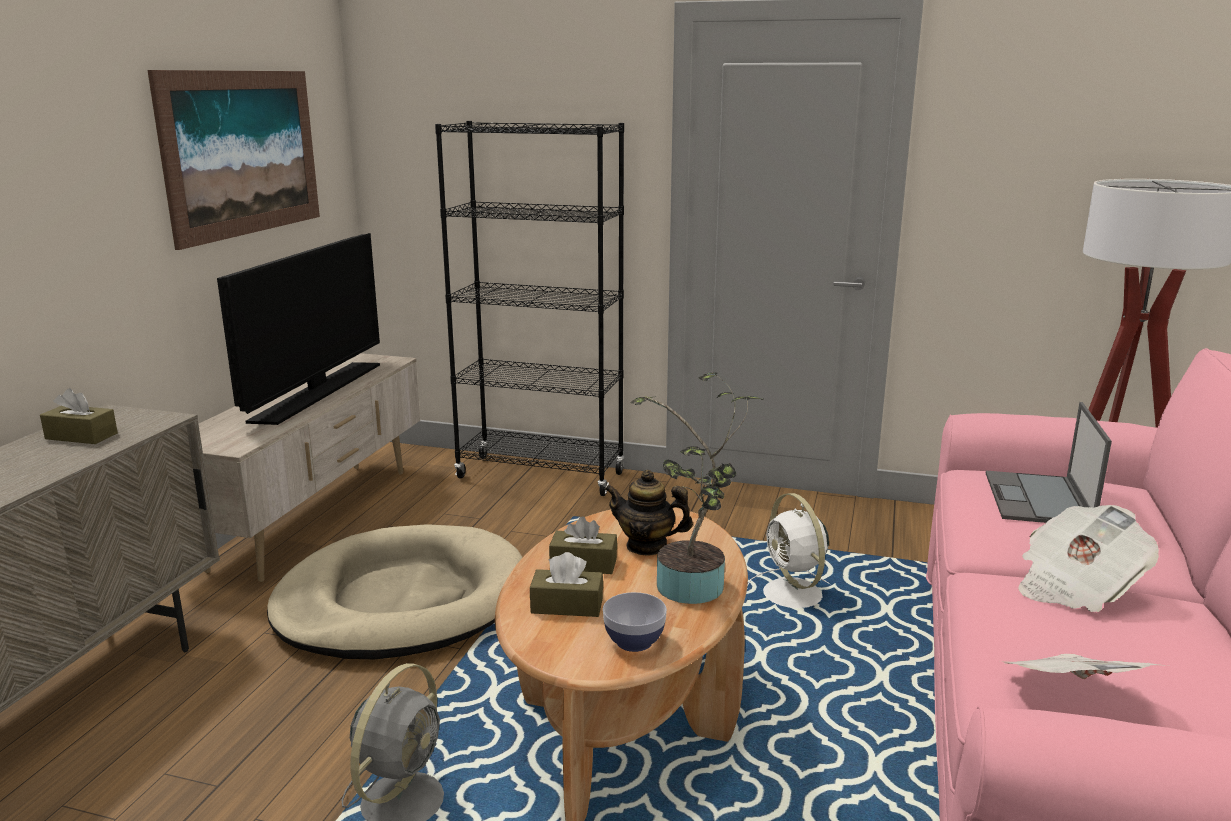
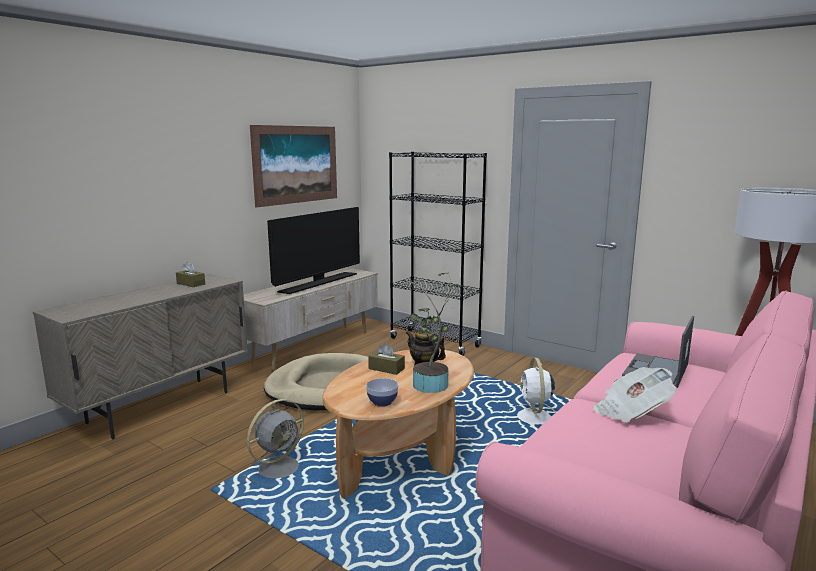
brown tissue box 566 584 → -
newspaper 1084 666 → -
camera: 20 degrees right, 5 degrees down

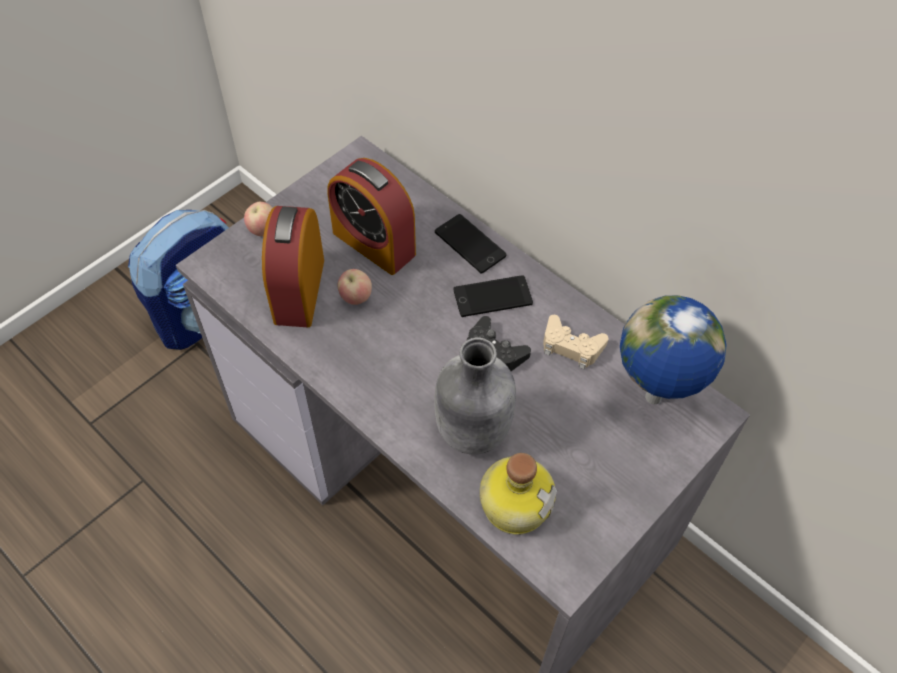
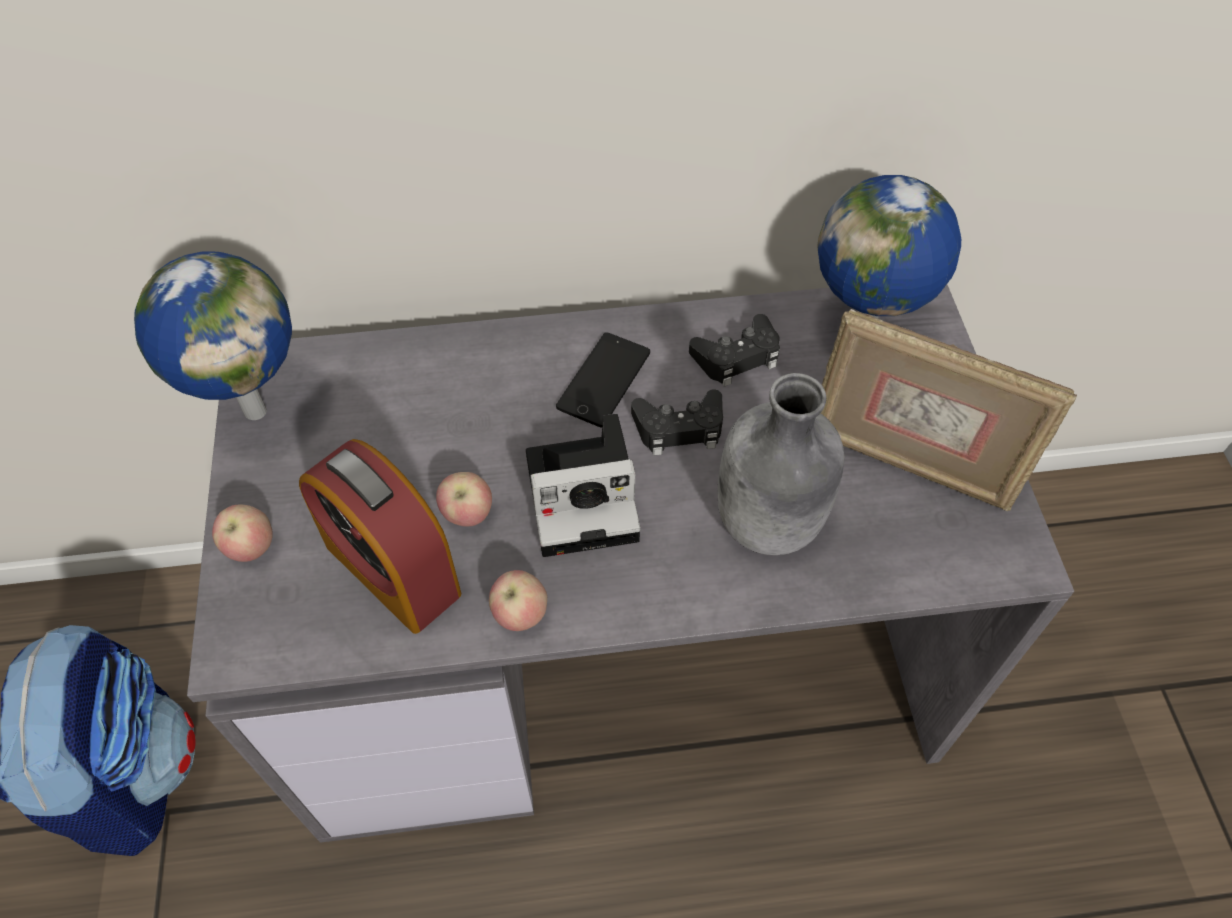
alarm clock 371 216 → -
phone 471 243 → -
bottle 518 494 → -
- → globe 213 336
- → apple 518 600
- → photo camera 583 485
- → picture frame 949 410
beige game controller 576 342 → black game controller 734 350
camera: 50 degrees left, 0 degrees up

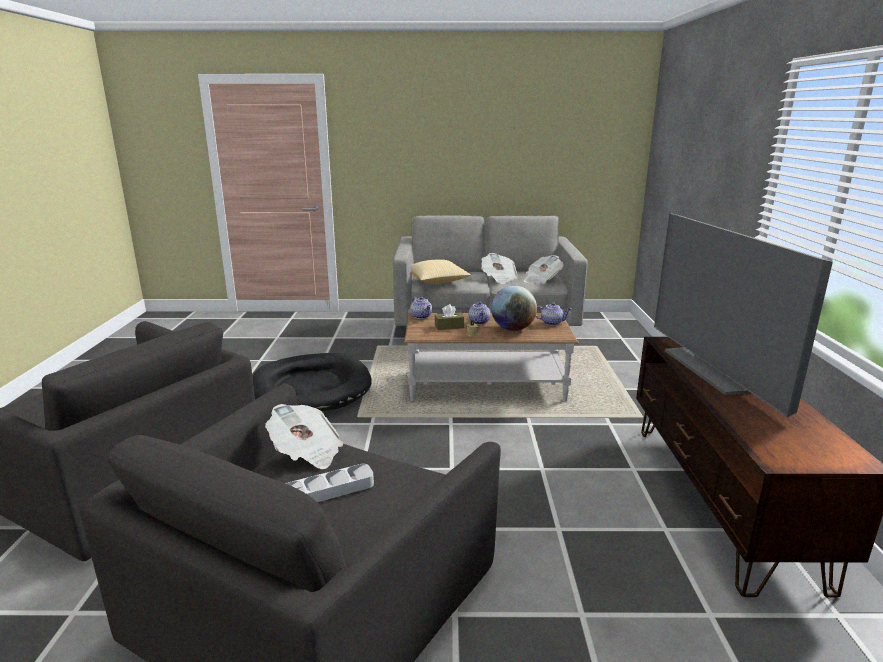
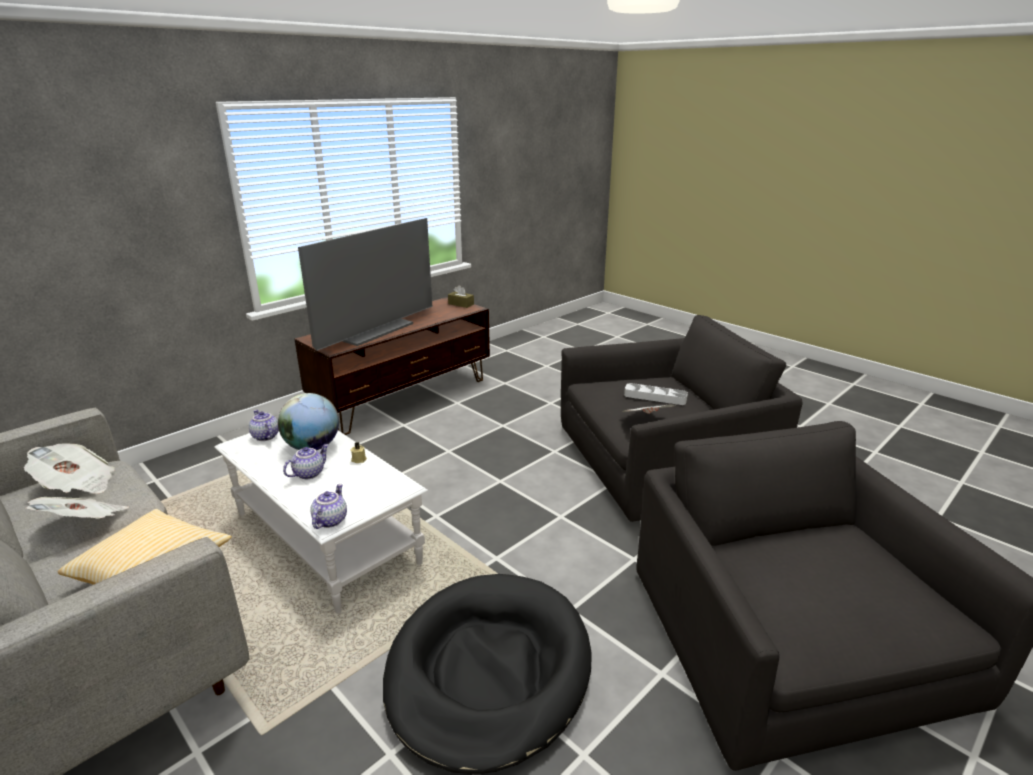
brown tissue box 449 317 → brown tissue box 461 296, shifted
brown coffee table 491 357 → white coffee table 321 522
camera: 135 degrees left, 5 degrees up

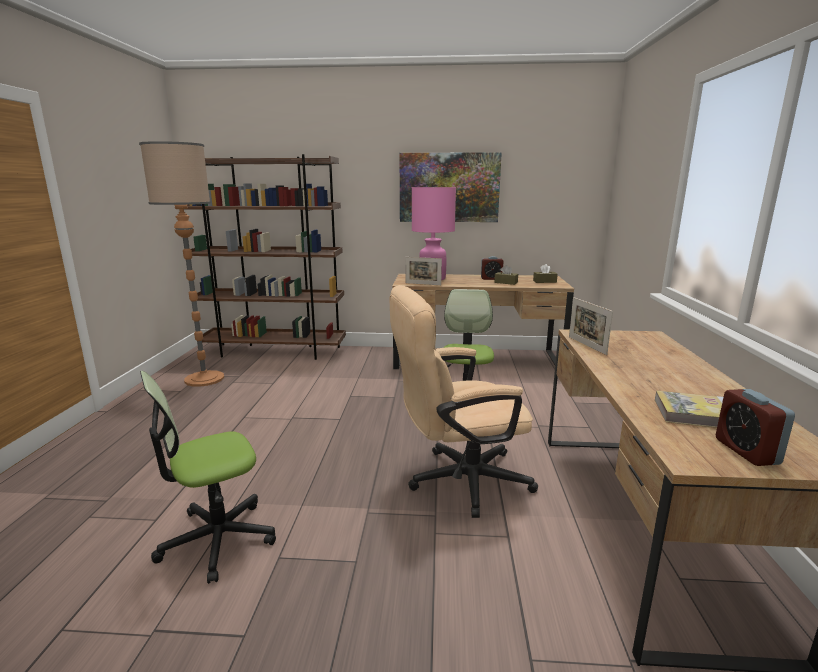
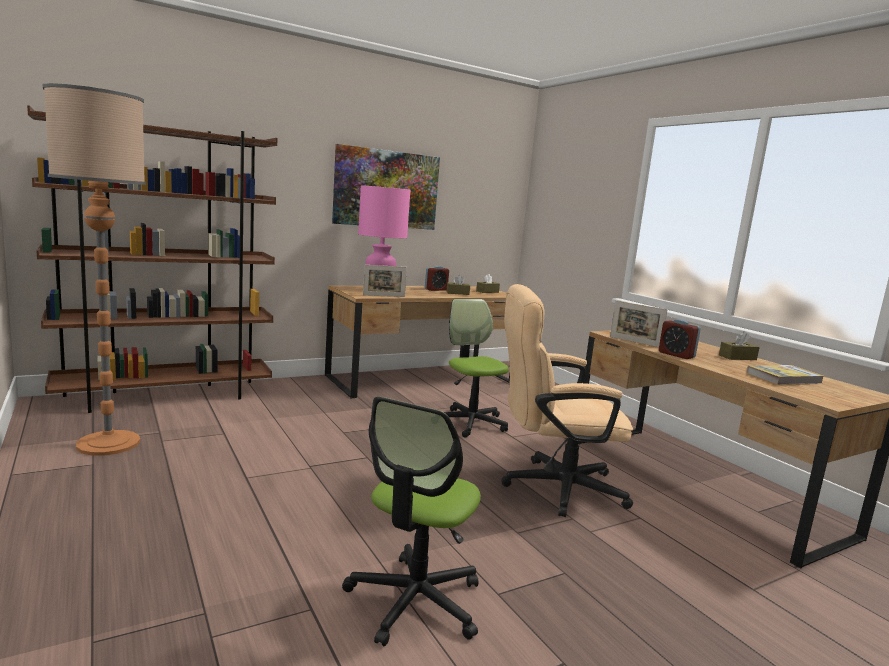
- → brown tissue box 739 345
alarm clock 755 427 → alarm clock 680 339, shifted
beige office chair 464 401 → beige office chair 567 400, 45 degrees clockwise
camera: 35 degrees left, 5 degrees down

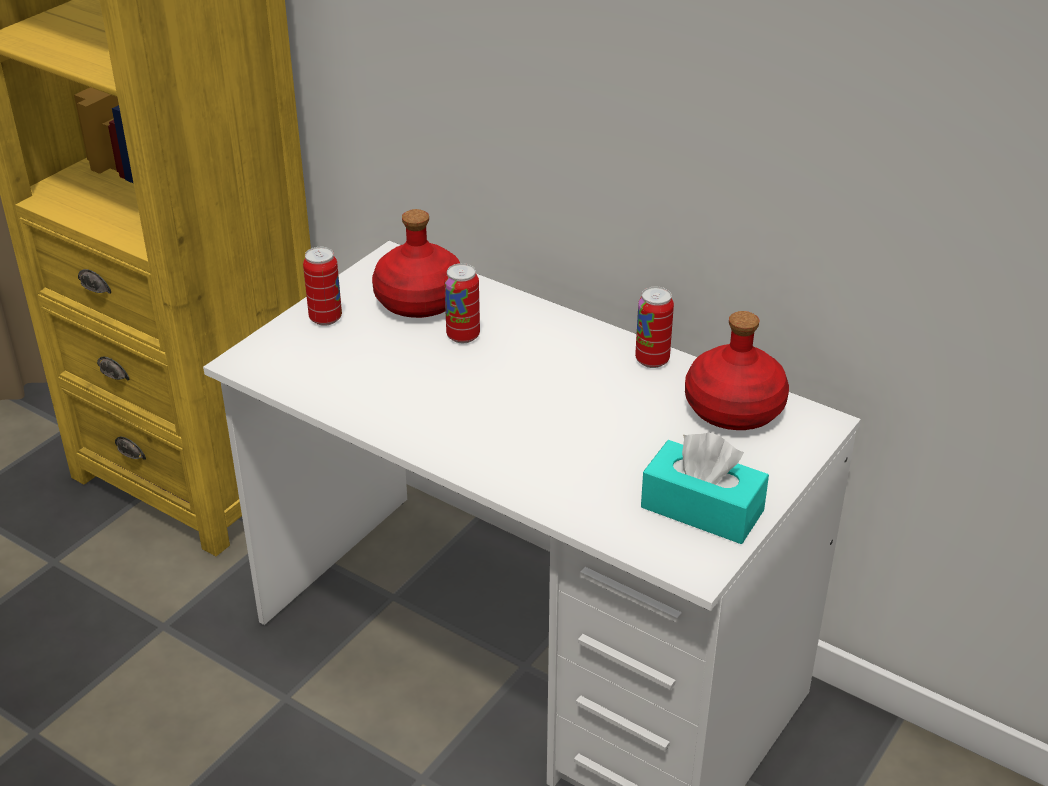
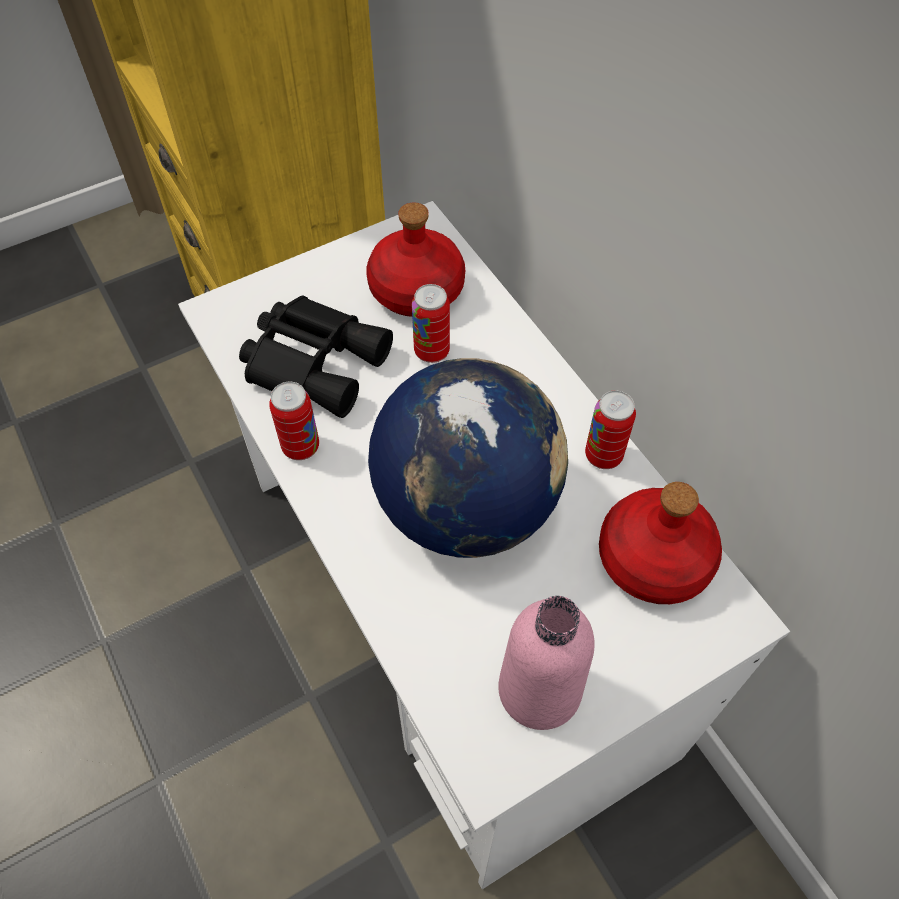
- → black binoculars 316 356
- → globe 468 458
can 322 286 → can 294 421, shifted
turquoise tissue box 705 488 → pink bottle 546 663
camera: 25 degrees right, 20 degrees up

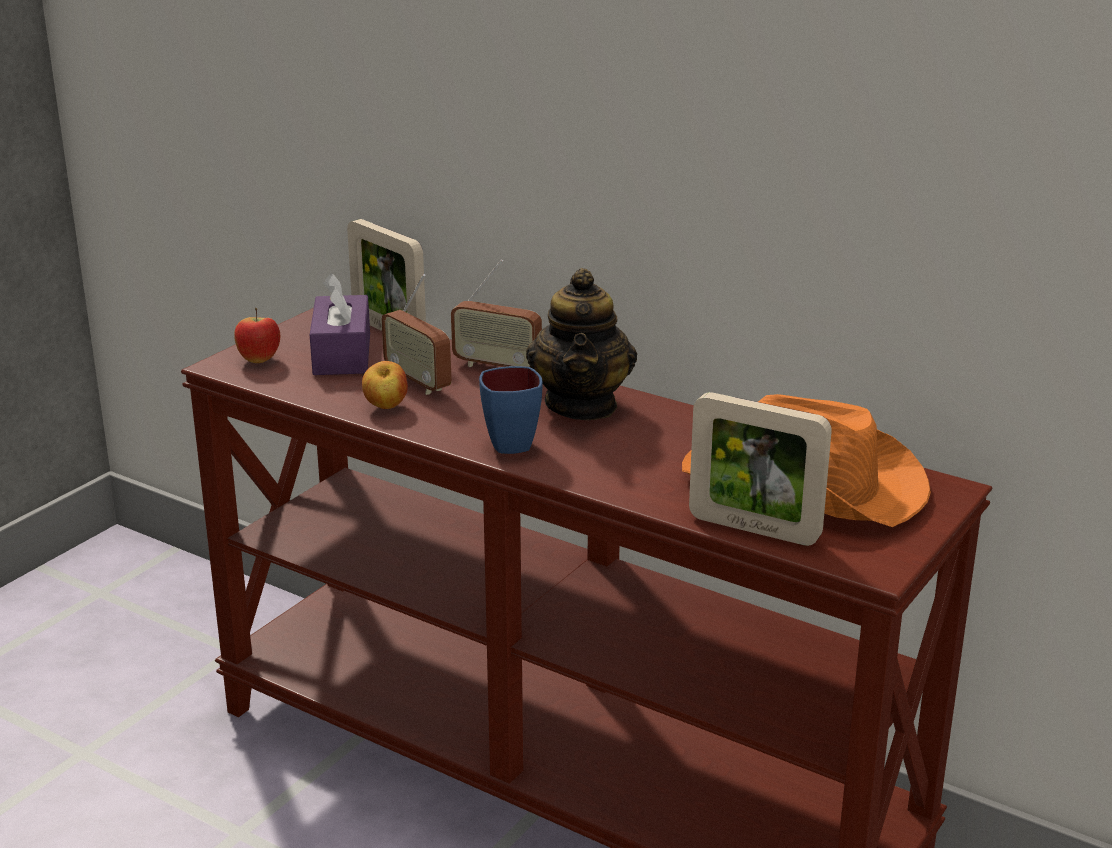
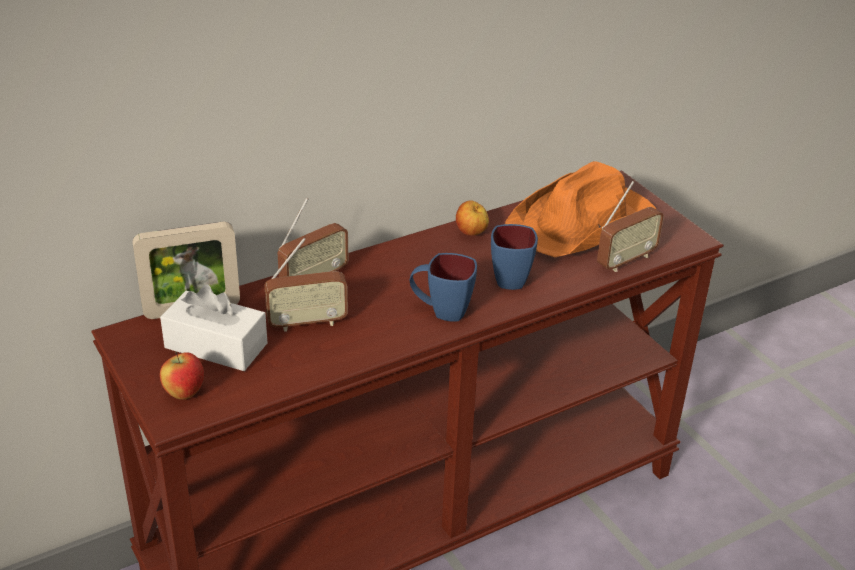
teapot 581 344 → -
- → blue mug 514 257
apple 385 385 → apple 472 218, shifted
picture frame 760 469 → radio 630 226
purple tissue box 340 324 → white tissue box 213 328
camera: 65 degrees left, 10 degrees up

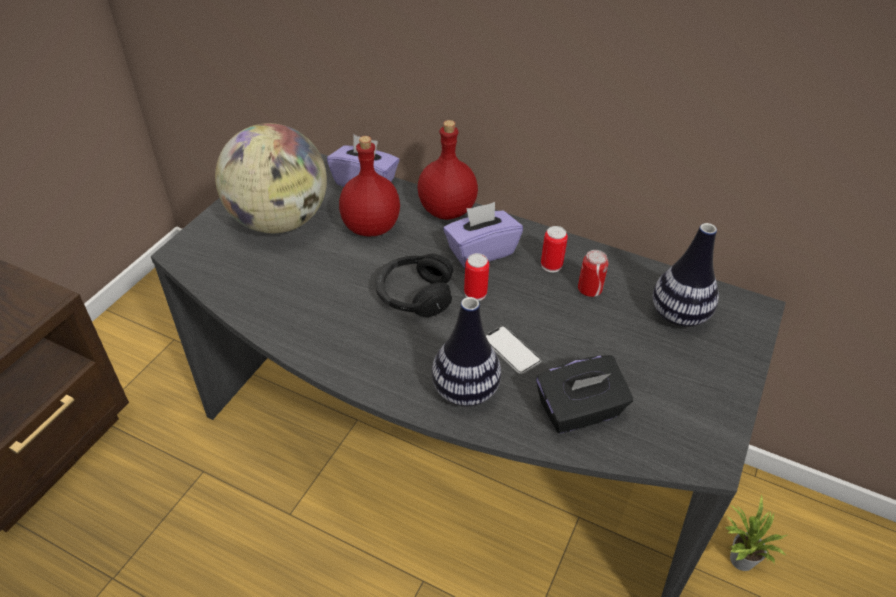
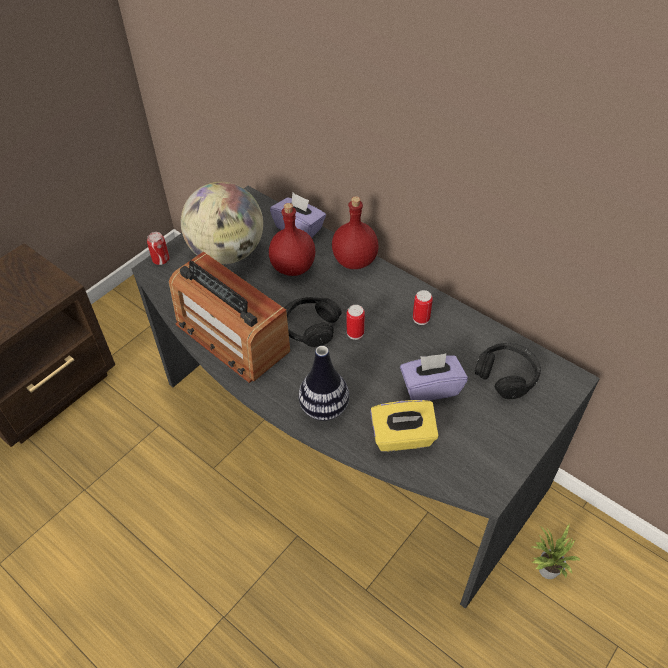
phone 514 350 → -
- → radio 229 317
purple tissue box 483 235 → purple tissue box 434 377, shifted
can 593 273 → can 158 248, shifted
vase 686 275 → black headphones 508 371
black tissue box 584 394 → yellow tissue box 404 426
camera: 15 degrees right, 5 degrees up

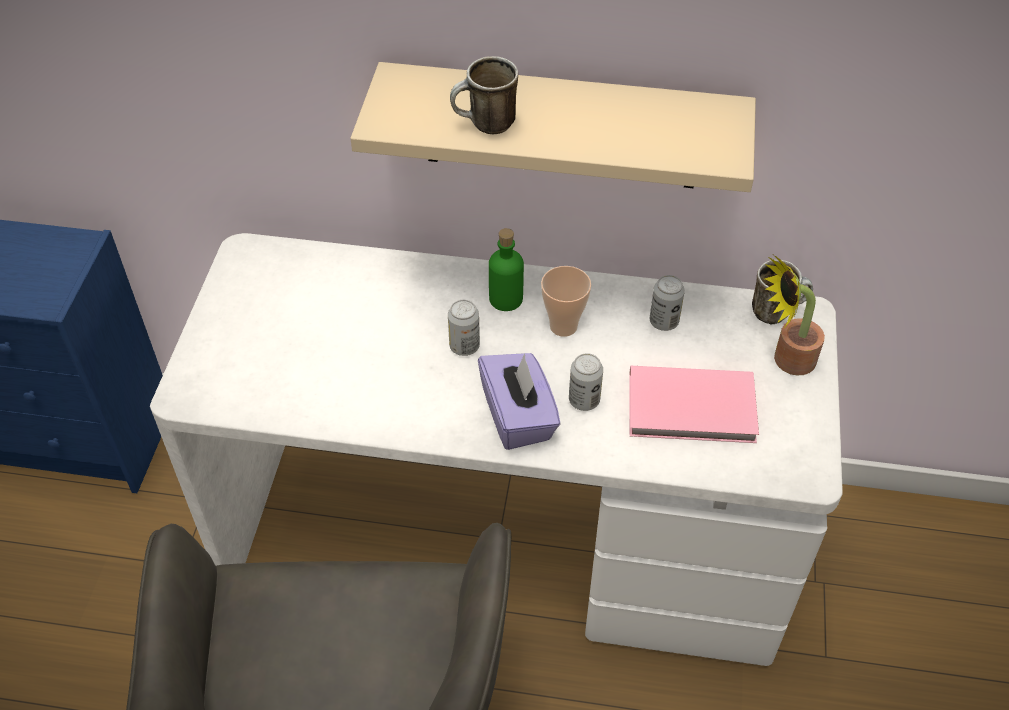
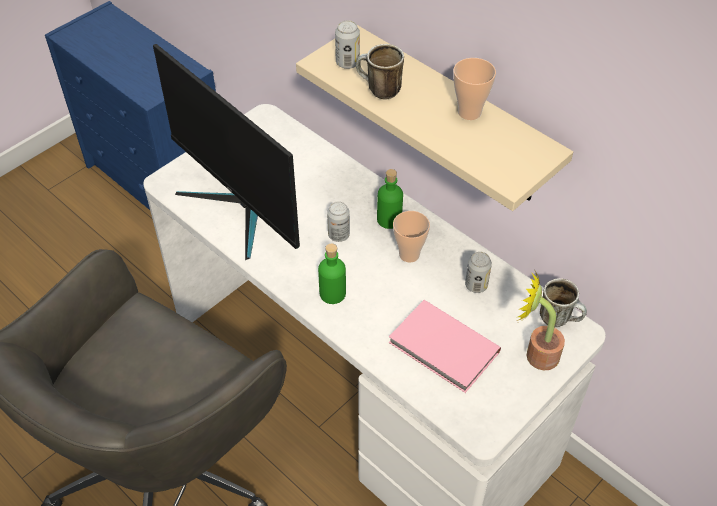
- → monitor 226 152
- → cup 474 89
can 586 382 → can 347 44, shifted
purple tissue box 519 401 → green bottle 332 274
camera: 35 degrees right, 0 degrees up

